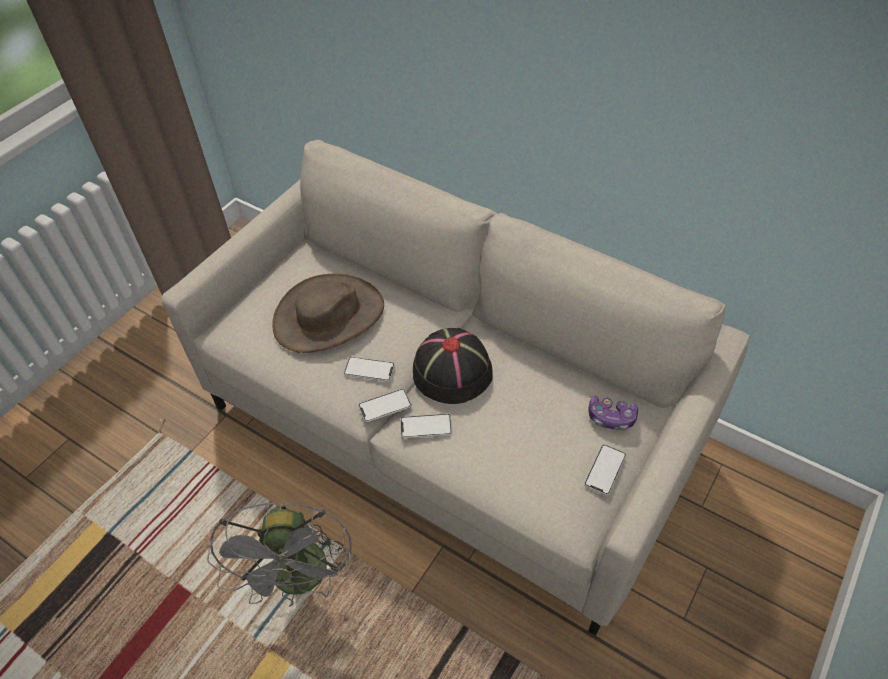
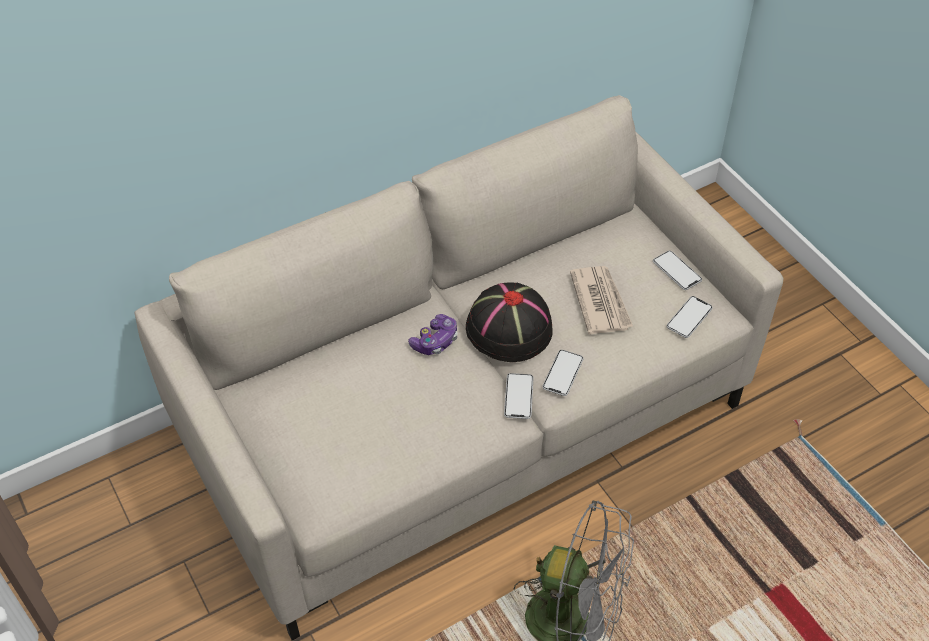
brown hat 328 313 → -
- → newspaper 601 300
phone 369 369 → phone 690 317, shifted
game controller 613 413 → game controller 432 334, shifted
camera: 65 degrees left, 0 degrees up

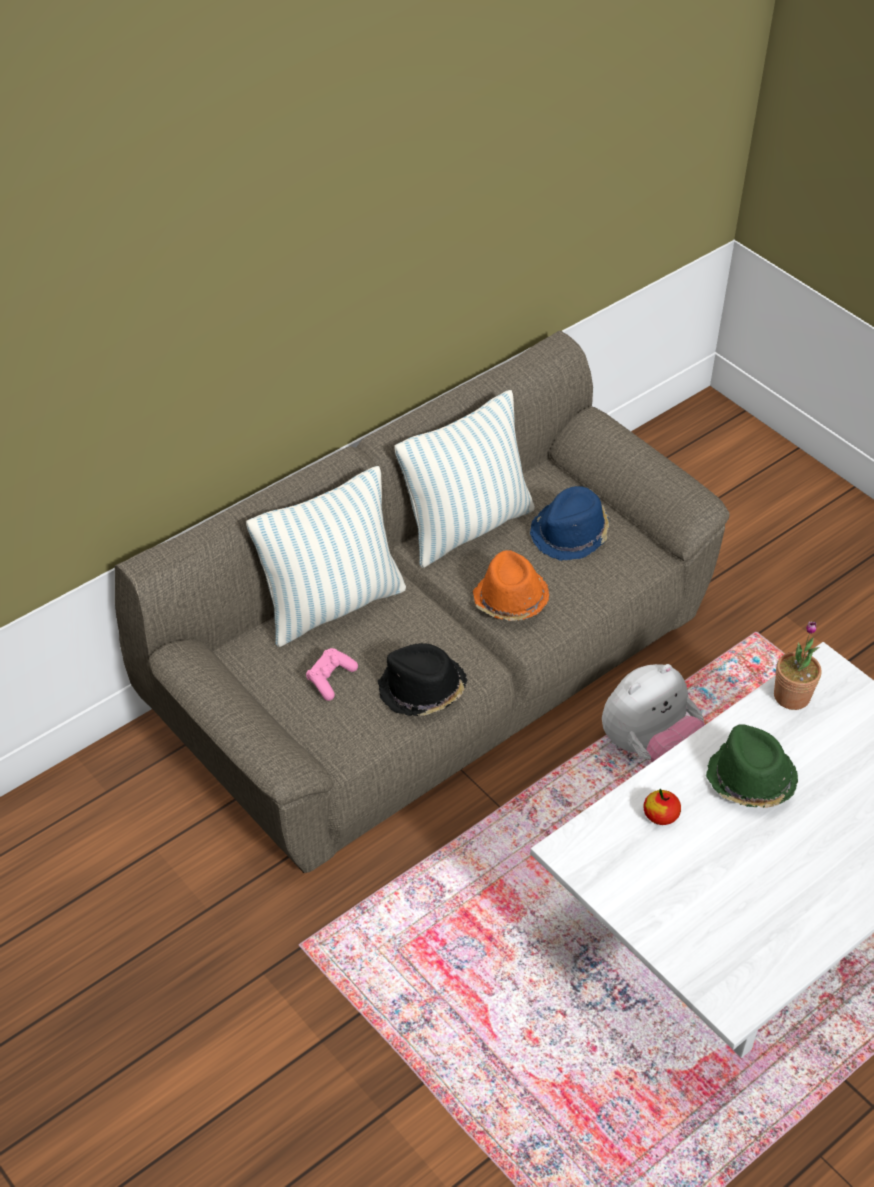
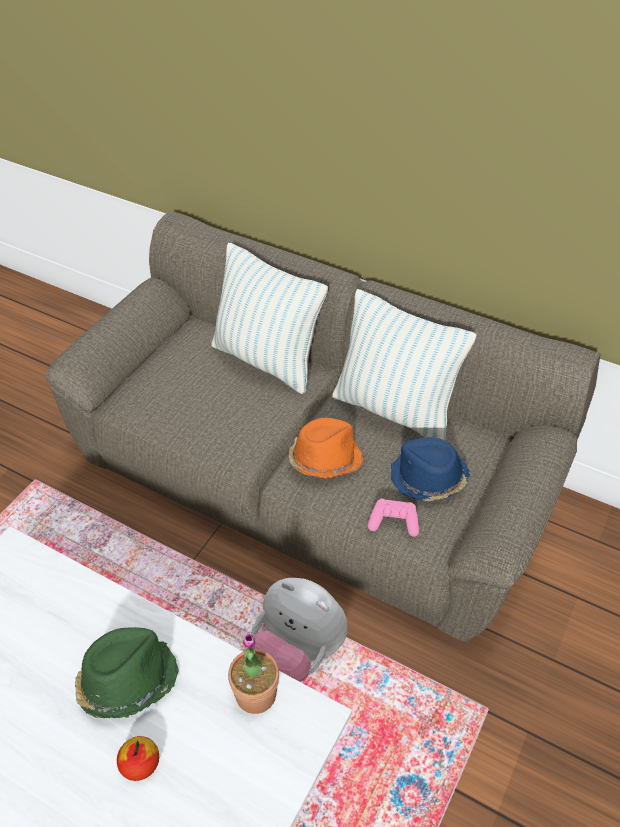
black hat 422 679 → -
pink game controller 332 674 → pink game controller 393 518, shifted
apple 662 807 → apple 138 758, shifted
camera: 70 degrees right, 0 degrees up

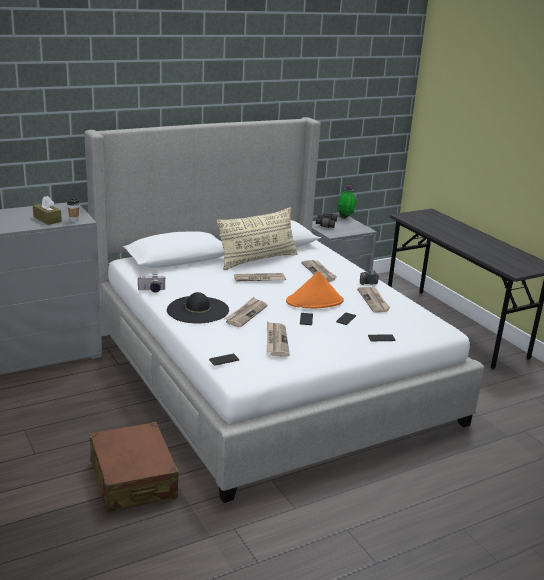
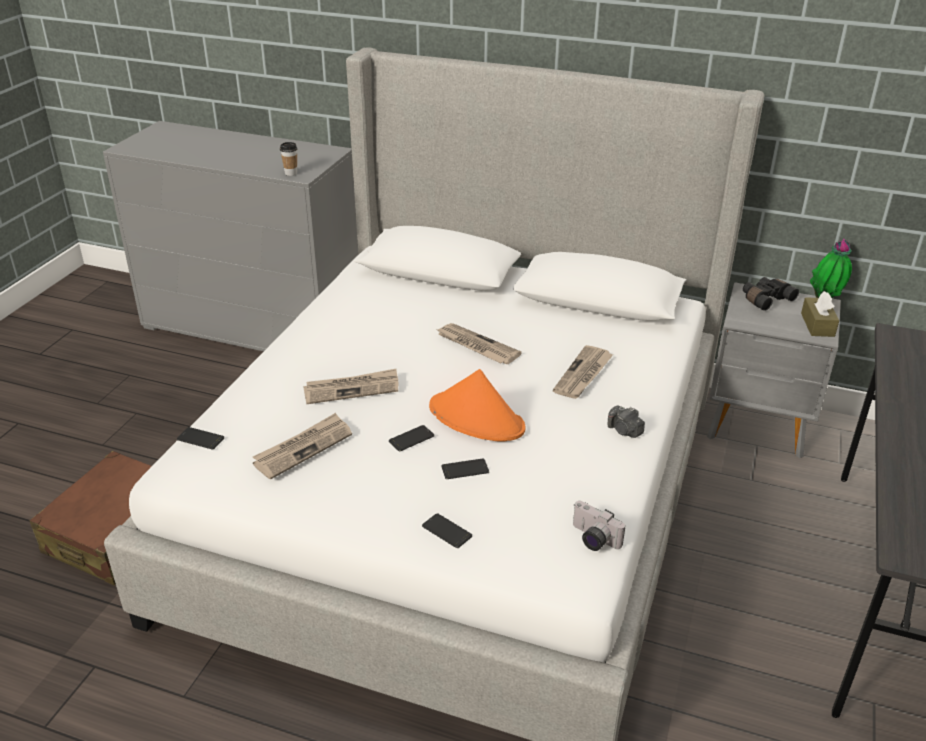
black hat 198 308 → -
beige pillow 257 238 → -
newspaper 373 299 → -
brown tissue box 47 210 → brown tissue box 820 314, shifted
photo camera 151 283 → photo camera 599 526, shifted
camera: 50 degrees right, 10 degrees up

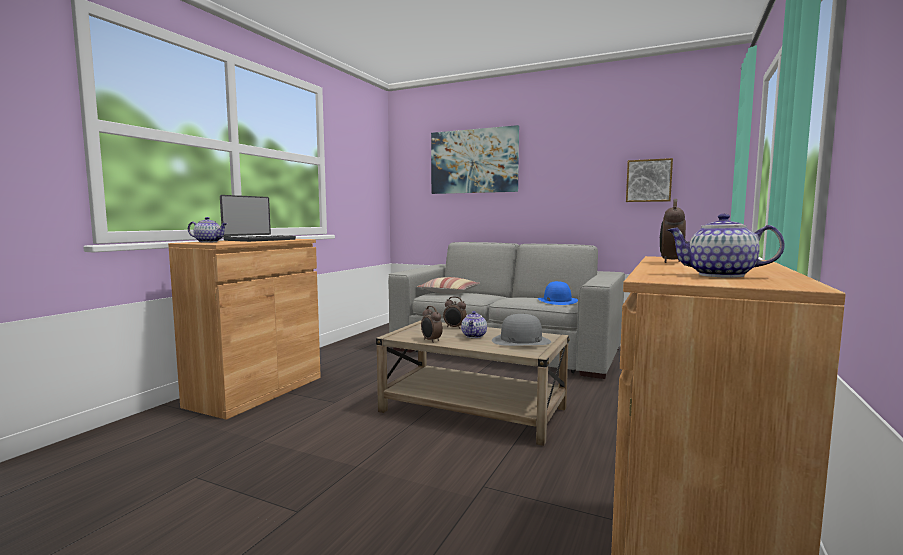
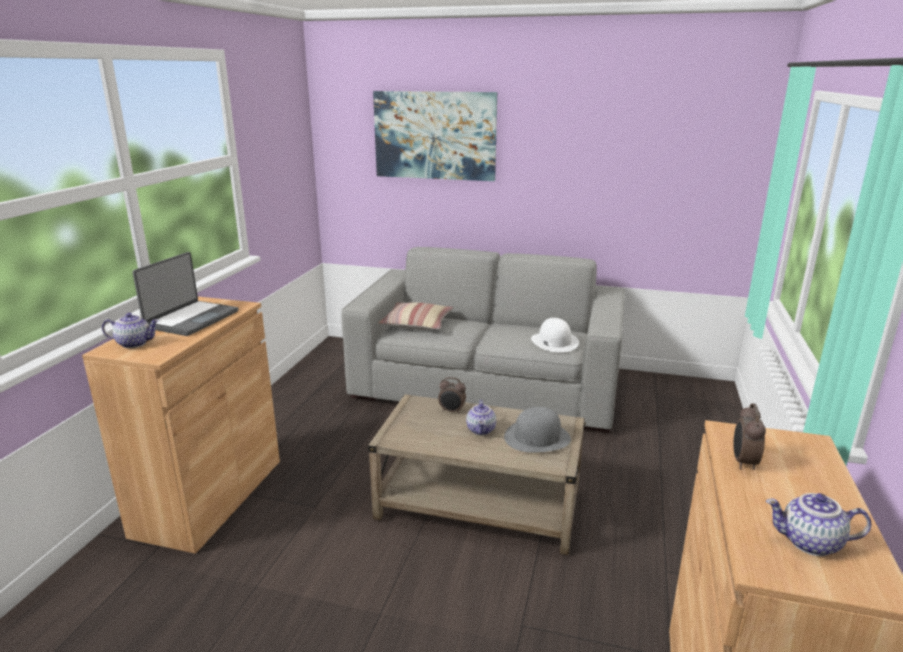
alarm clock 432 324 → -
picture 649 180 → -
blue hat 558 293 → white hat 555 335
camera: 10 degrees left, 15 degrees up

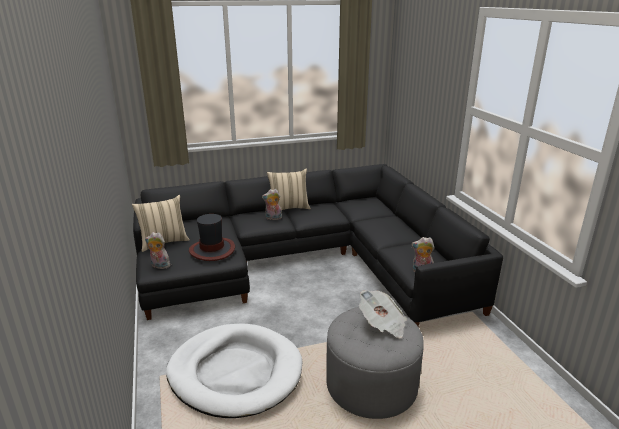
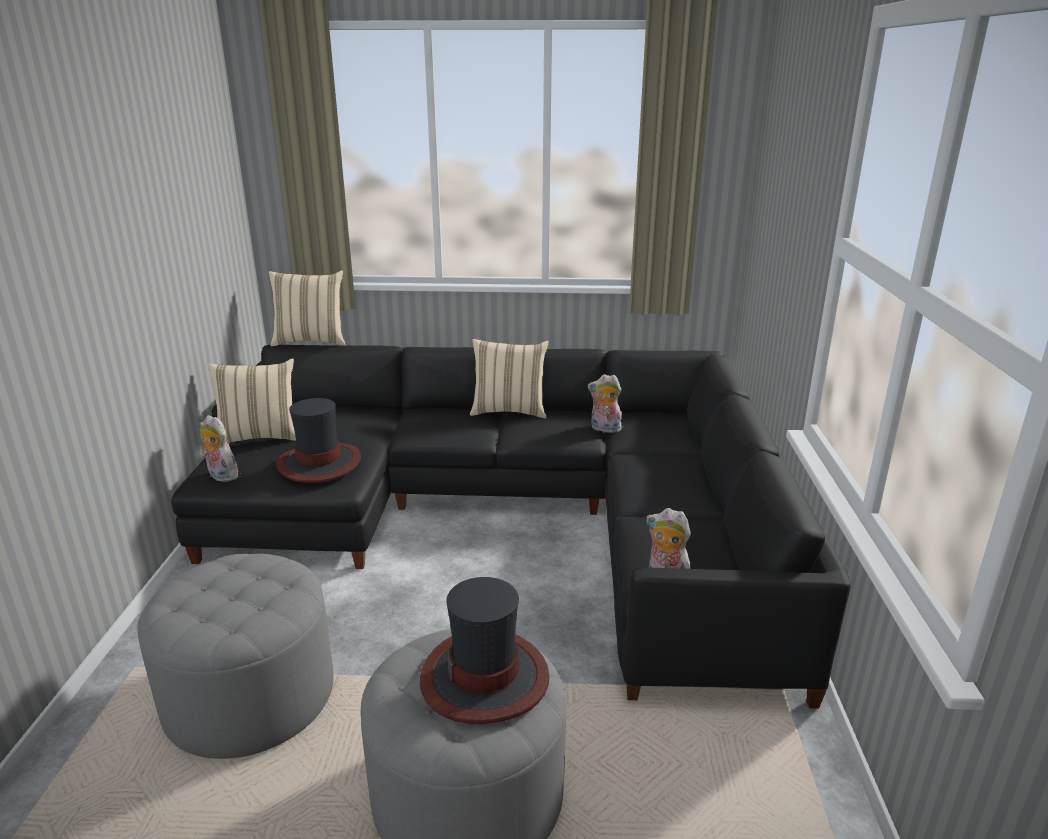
- → beige pillow 307 308
plush toy 272 204 → plush toy 605 403, shifted
white dog bed 234 370 → grey ottoman 235 656
newspaper 383 314 → hat 485 650
camera: 20 degrees right, 0 degrees up

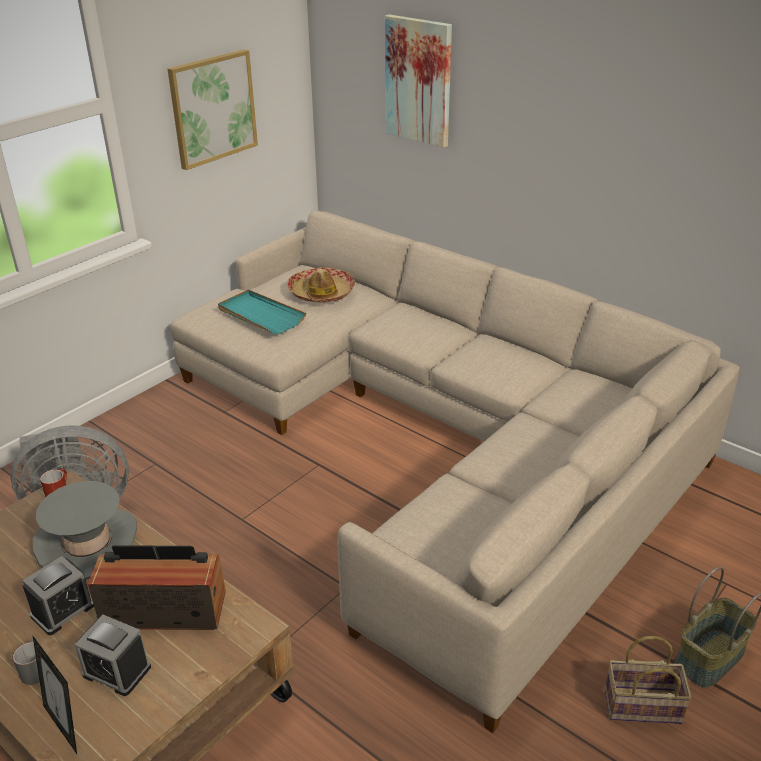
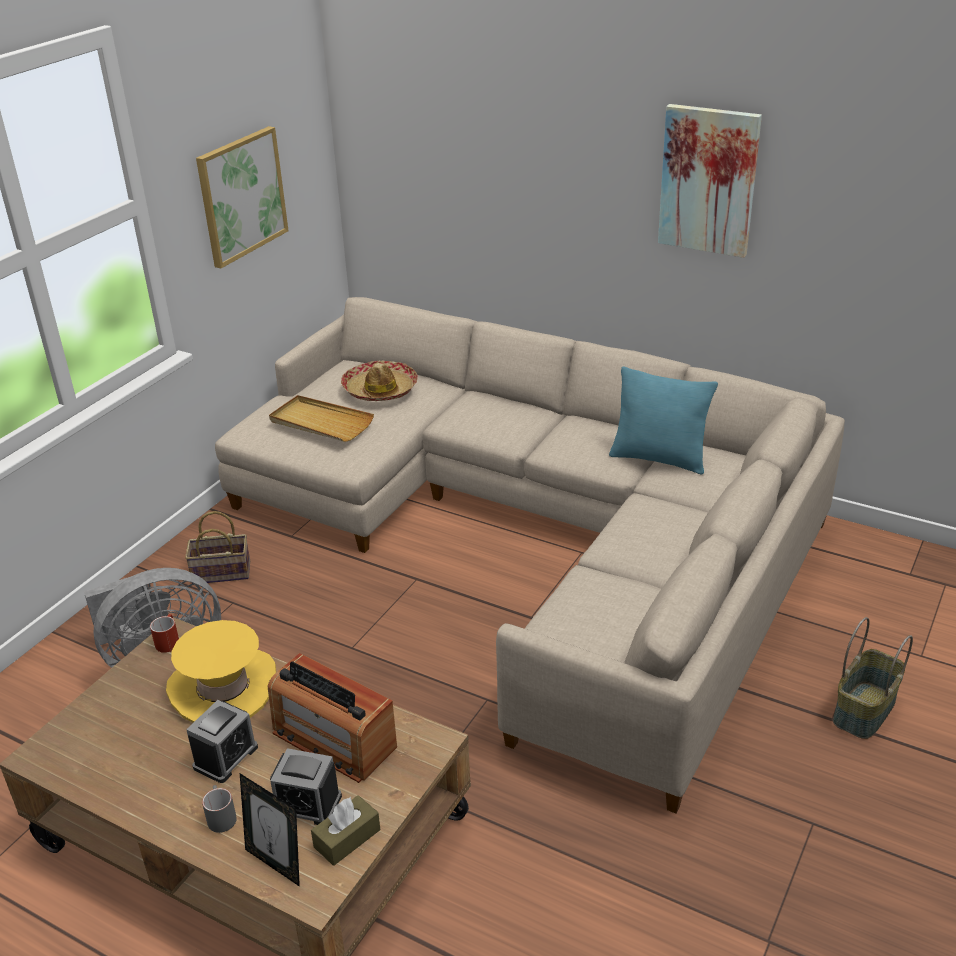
- → brown tissue box 345 830
- → turquoise pillow 663 420
picture 418 81 → picture 710 181, shifted
basket 648 680 → basket 217 547, shifted
grey hat 85 530 → yellow hat 221 671
turquoise tray 262 312 → beige tray 321 418
radio 157 587 → radio 332 718, 135 degrees counterclockwise
camera: 10 degrees left, 0 degrees up

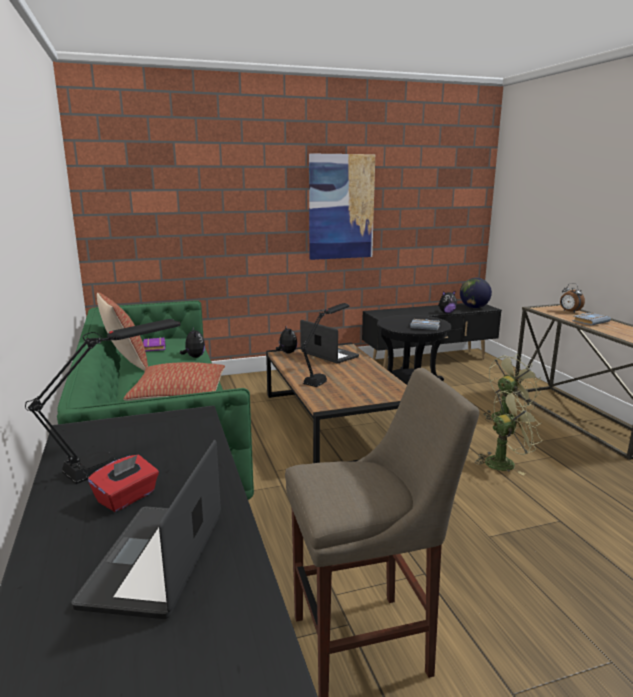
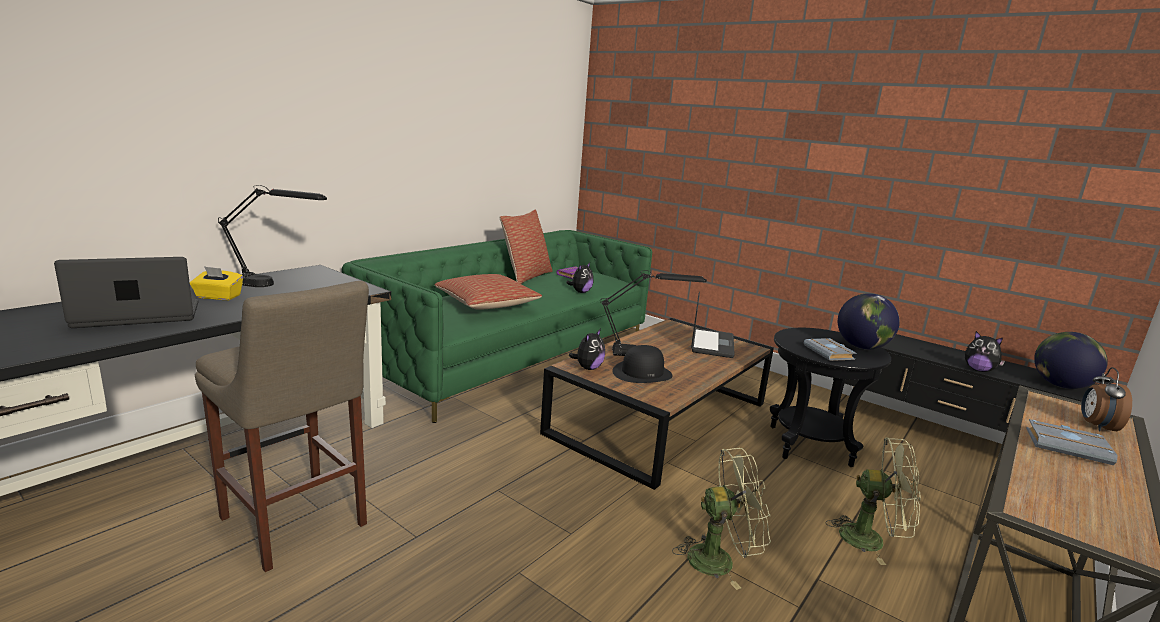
picture 342 207 → -
- → black hat 642 364
- → globe 869 321
plush toy 286 339 → plush toy 587 349, shifted
red tissue box 123 483 → yellow tissue box 216 283
green fan 508 432 → green fan 721 519, 45 degrees counterclockwise
camera: 55 degrees right, 0 degrees up

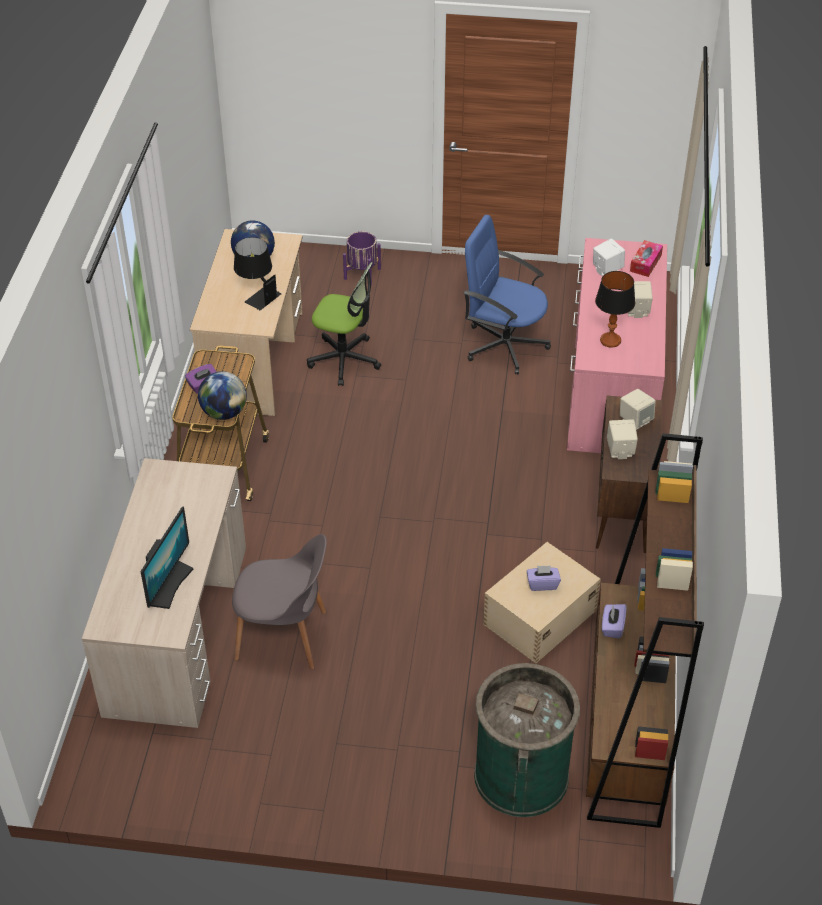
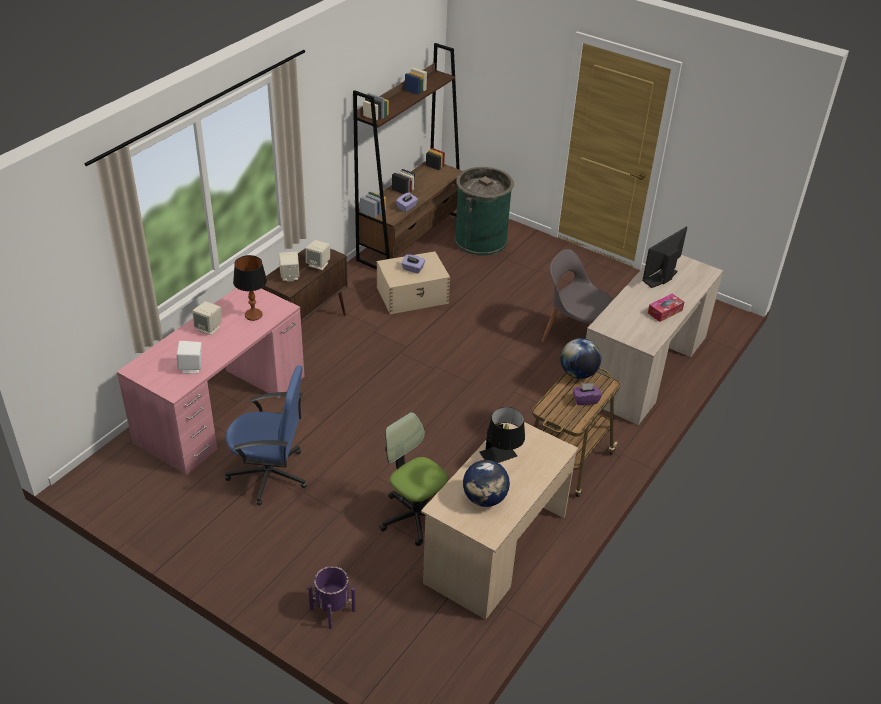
tissue box 646 258 → tissue box 666 308, shifted
blue office chair 507 294 → blue office chair 266 435, 45 degrees counterclockwise
camera: 155 degrees left, 5 degrees down

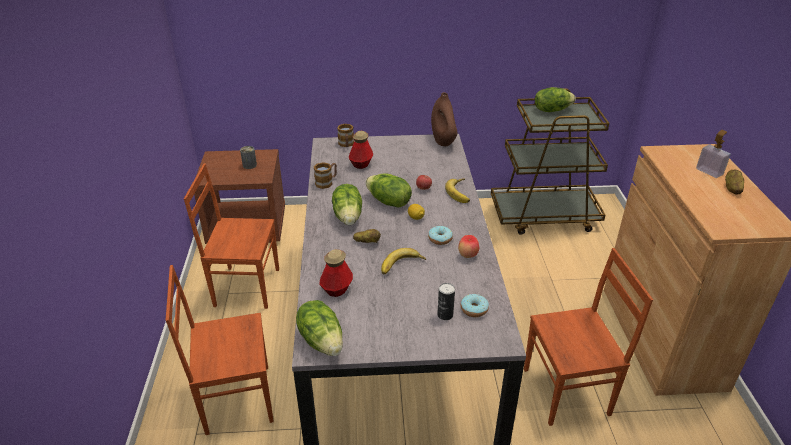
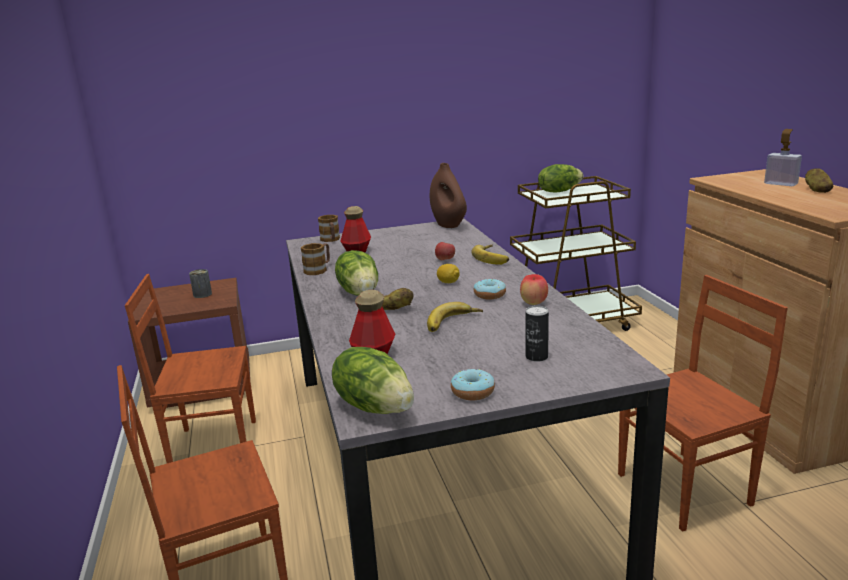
lettuce 389 190 → -
donut 475 305 → donut 473 384, shifted
camera: 10 degrees left, 15 degrees down

